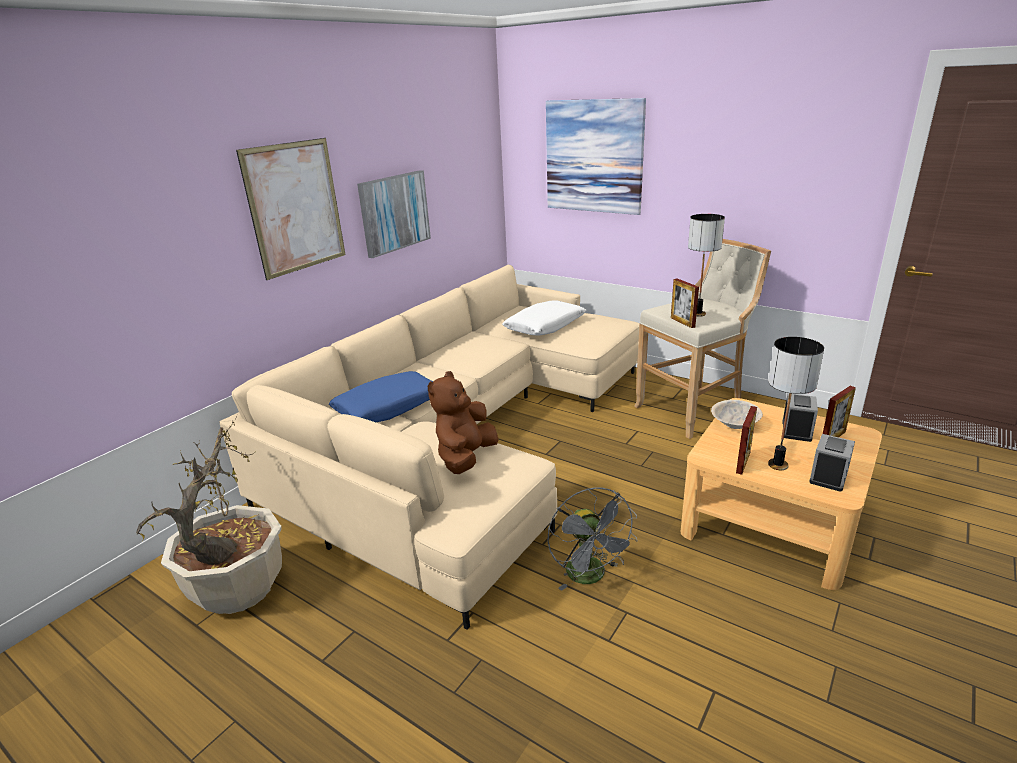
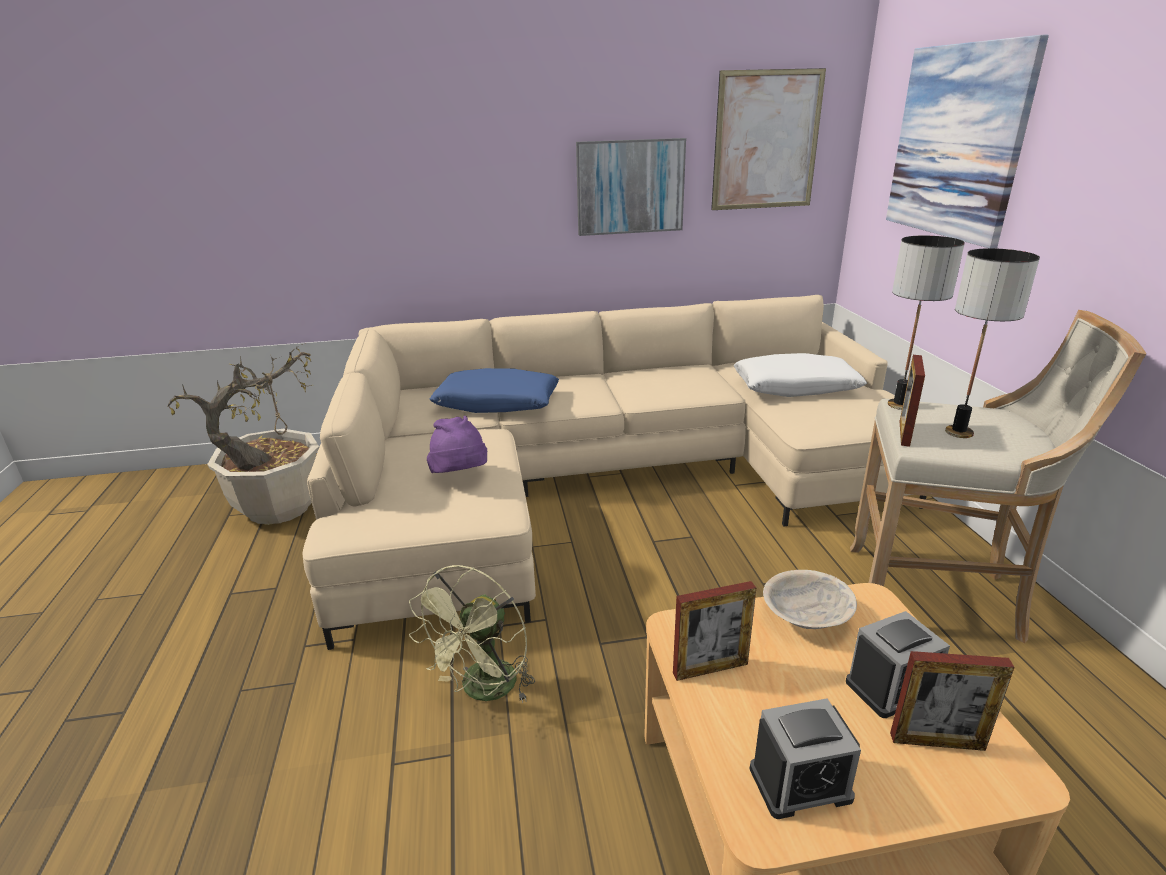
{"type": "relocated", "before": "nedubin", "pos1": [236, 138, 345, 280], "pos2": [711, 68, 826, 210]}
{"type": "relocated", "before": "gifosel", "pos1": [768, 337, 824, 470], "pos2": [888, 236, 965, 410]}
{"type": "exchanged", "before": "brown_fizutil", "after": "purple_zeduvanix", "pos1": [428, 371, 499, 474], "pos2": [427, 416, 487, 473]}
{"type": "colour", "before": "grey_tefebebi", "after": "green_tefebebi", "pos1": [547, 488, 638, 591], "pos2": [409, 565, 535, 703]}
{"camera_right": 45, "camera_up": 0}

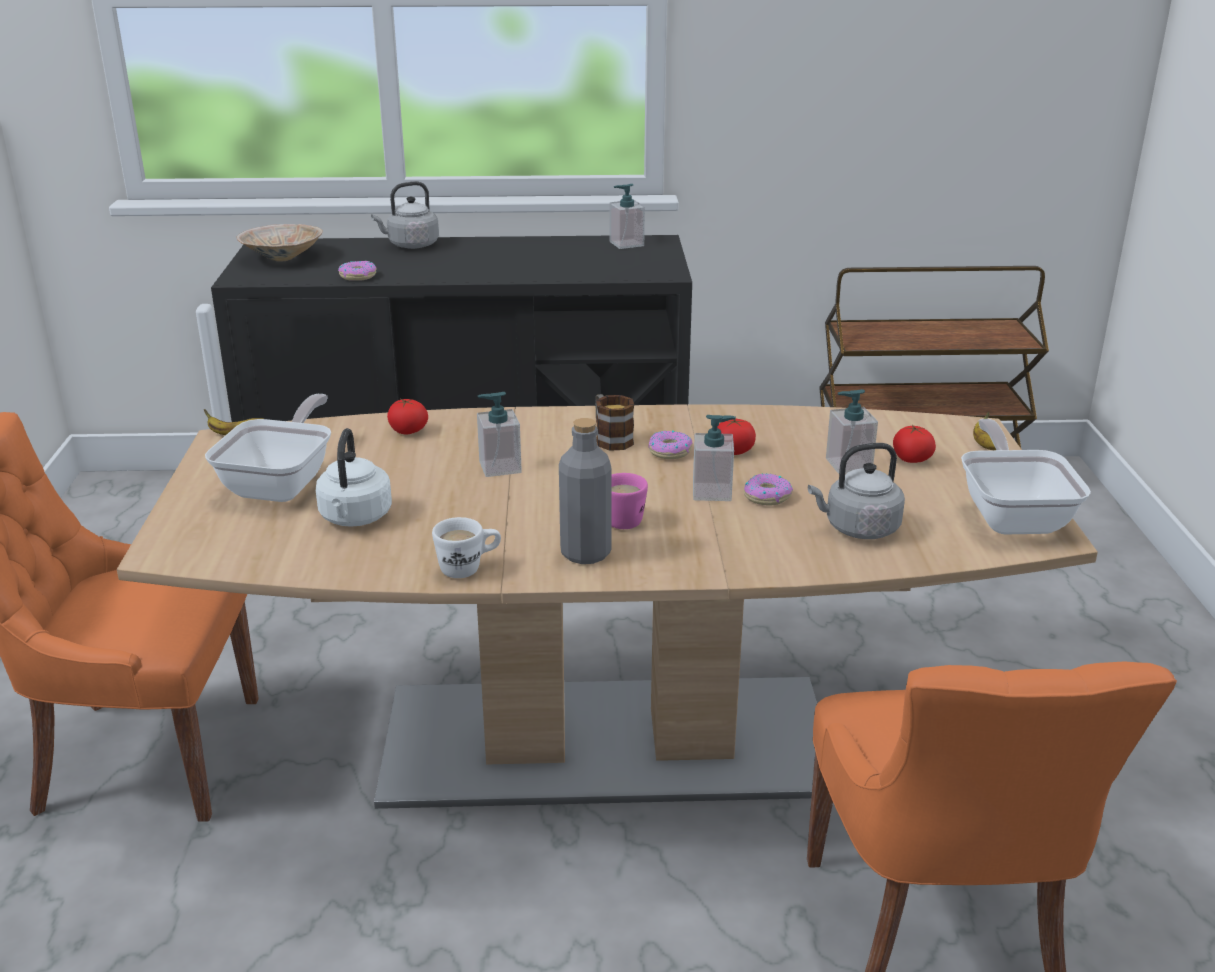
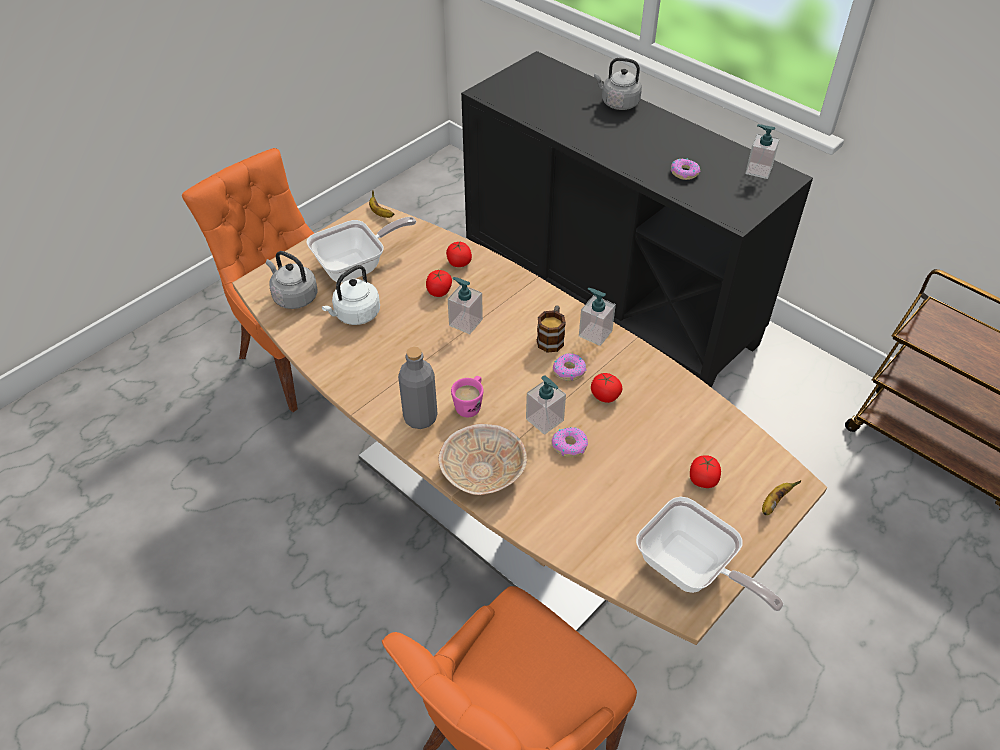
{"type": "relocated", "before": "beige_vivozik", "pos1": [237, 224, 323, 262], "pos2": [438, 424, 527, 495]}
{"type": "relocated", "before": "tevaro", "pos1": [338, 261, 377, 281], "pos2": [671, 159, 700, 180]}
{"type": "relocated", "before": "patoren", "pos1": [826, 389, 878, 474], "pos2": [579, 288, 616, 346]}
{"type": "spun", "before": "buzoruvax", "pos1": [961, 419, 1091, 534], "pos2": [636, 497, 783, 611], "turn": 90}
{"type": "relocated", "before": "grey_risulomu", "pos1": [808, 443, 905, 539], "pos2": [266, 251, 318, 309]}
{"type": "missing", "before": "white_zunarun", "pos1": [432, 517, 501, 578]}
{"type": "appeared", "after": "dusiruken", "pos2": [426, 270, 452, 297]}
{"camera_right": 45, "camera_up": 20}

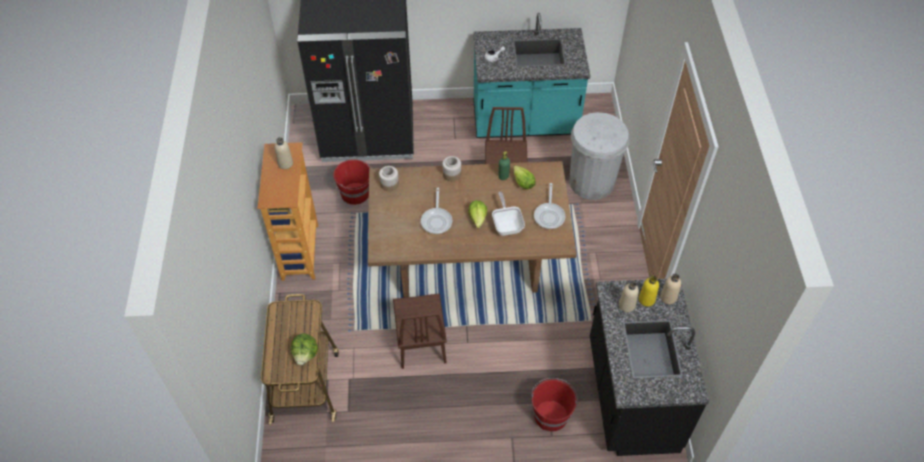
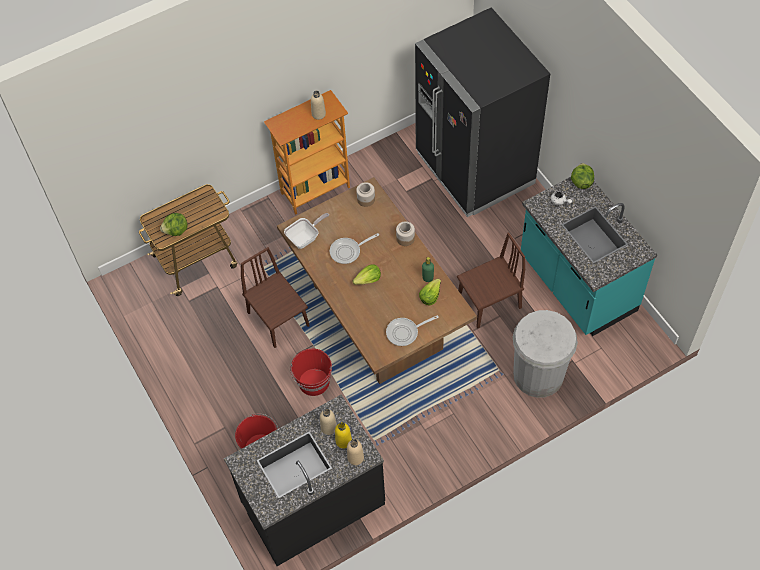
{"type": "relocated", "before": "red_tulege", "pos1": [334, 159, 372, 205], "pos2": [290, 349, 332, 396]}
{"type": "relocated", "before": "buzoruvax", "pos1": [492, 192, 525, 236], "pos2": [284, 213, 329, 249]}
{"type": "spun", "before": "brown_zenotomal", "pos1": [393, 293, 447, 369], "pos2": [241, 247, 310, 348], "turn": 90}
{"type": "appeared", "after": "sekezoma", "pos2": [571, 163, 594, 189]}
{"camera_right": 65, "camera_up": 5}

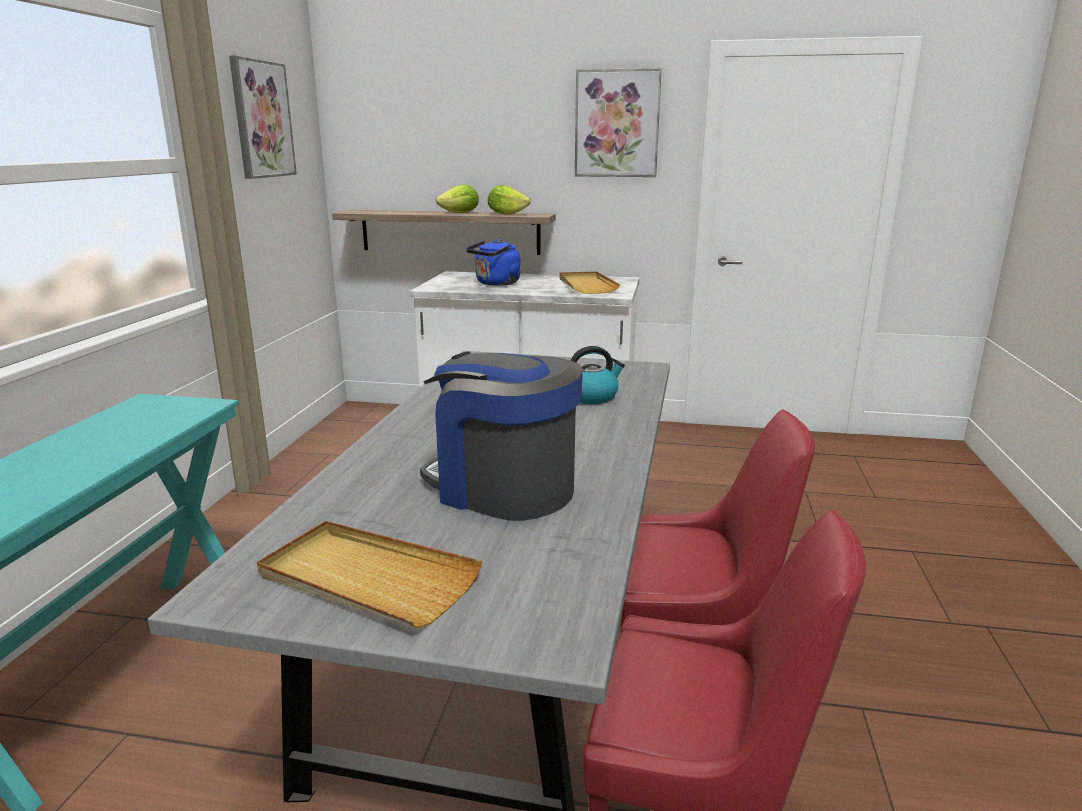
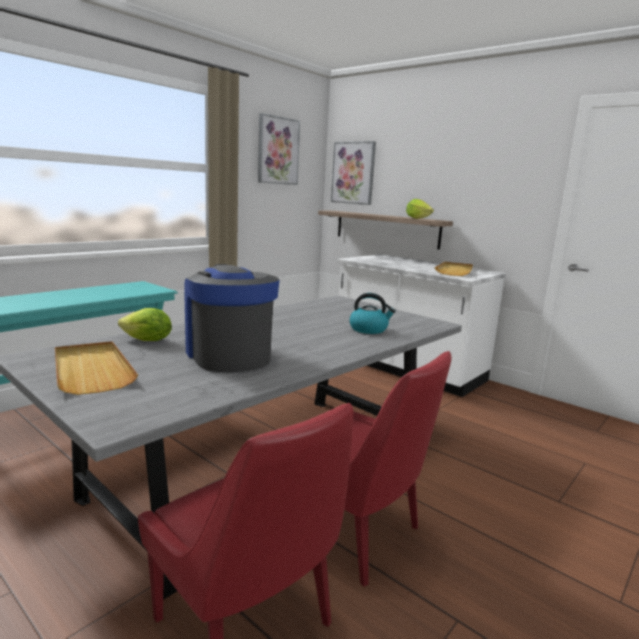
{"type": "relocated", "before": "nedubin", "pos1": [575, 68, 662, 177], "pos2": [331, 141, 376, 205]}
{"type": "relocated", "before": "sekezoma", "pos1": [436, 185, 479, 213], "pos2": [118, 308, 172, 341]}
{"type": "missing", "before": "blue_risulomu", "pos1": [466, 239, 521, 286]}
{"camera_right": 30, "camera_up": -5}

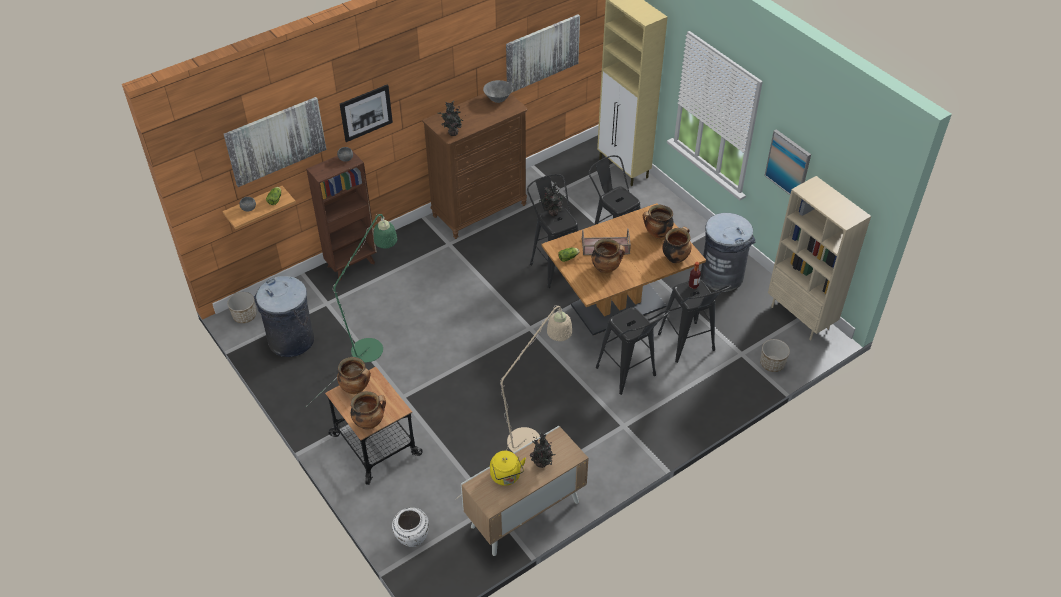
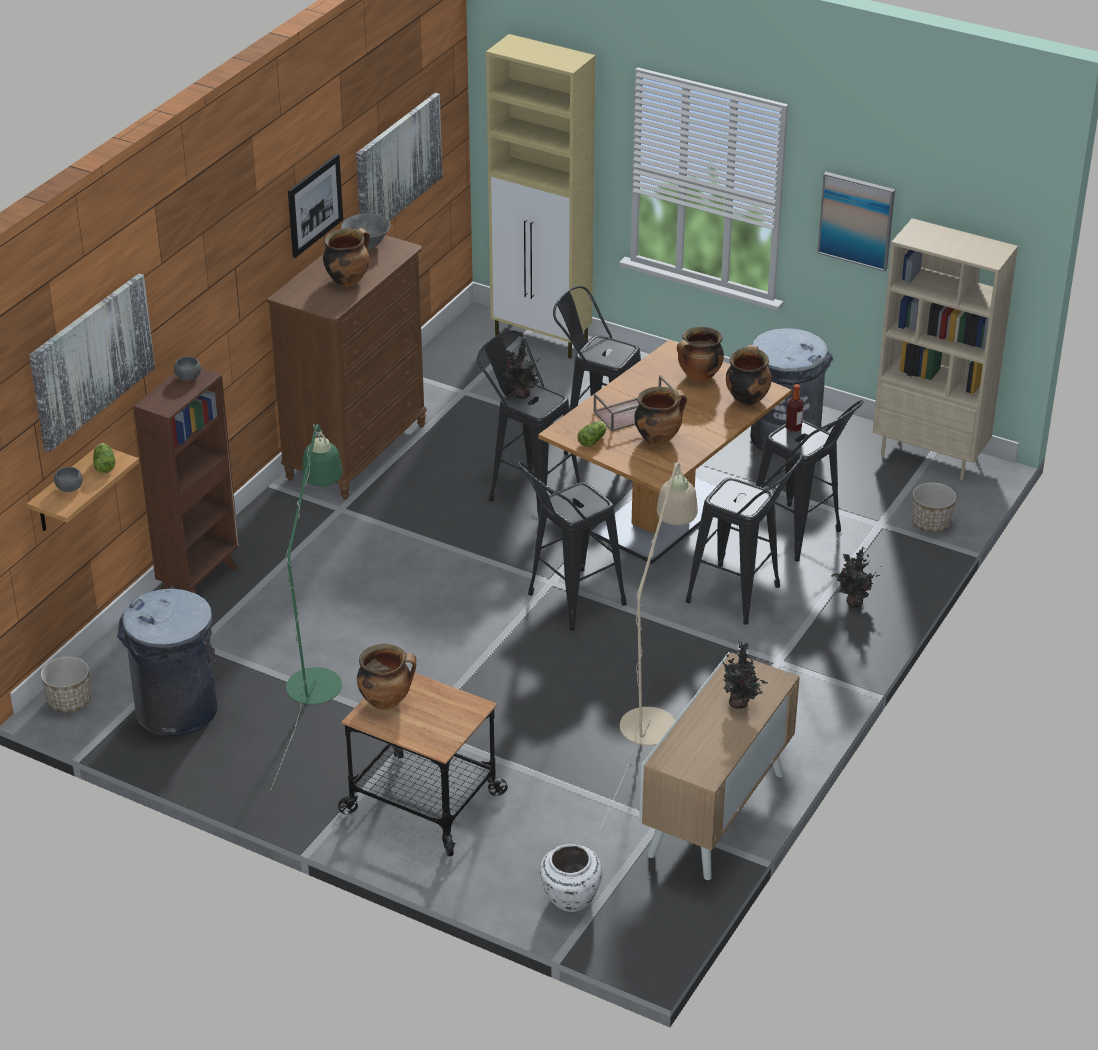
{"type": "relocated", "before": "nedubin", "pos1": [340, 84, 393, 142], "pos2": [288, 154, 343, 258]}
{"type": "relocated", "before": "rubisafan", "pos1": [438, 100, 466, 136], "pos2": [831, 547, 880, 607]}
{"type": "relocated", "before": "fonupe", "pos1": [351, 391, 386, 430], "pos2": [323, 228, 370, 287]}
{"type": "missing", "before": "yellow_risulomu", "pos1": [490, 451, 526, 486]}
{"type": "appeared", "after": "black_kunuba", "pos2": [517, 461, 627, 630]}
{"camera_right": -25, "camera_up": -10}

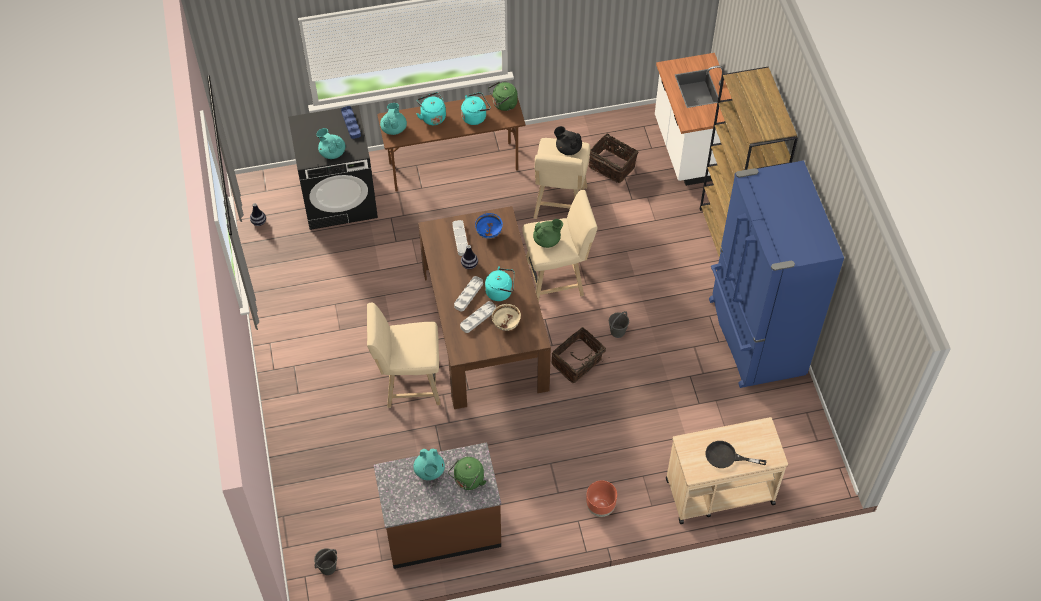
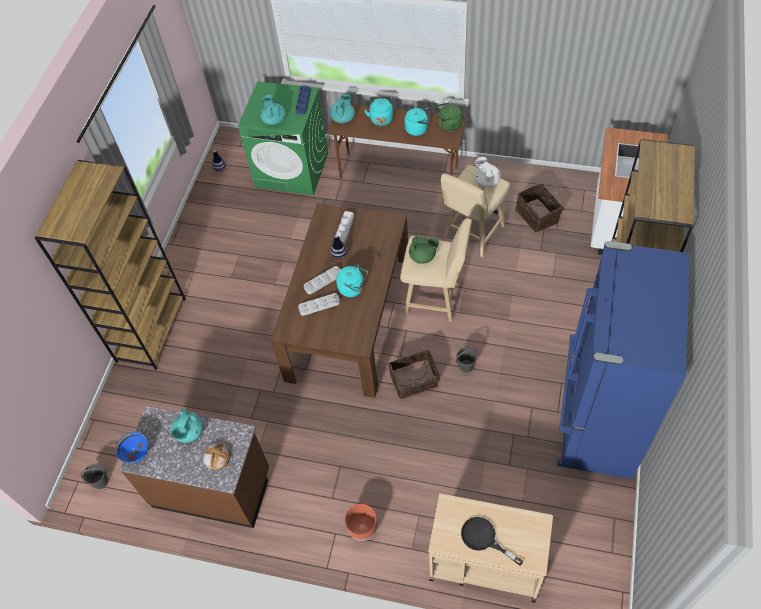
{"type": "colour", "before": "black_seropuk", "after": "green_seropuk", "pos1": [288, 105, 378, 230], "pos2": [238, 81, 328, 195]}
{"type": "colour", "before": "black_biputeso", "after": "white_biputeso", "pos1": [554, 126, 582, 155], "pos2": [475, 157, 501, 187]}
{"type": "relocated", "before": "blue_vivozik", "pos1": [475, 213, 503, 239], "pos2": [115, 432, 148, 463]}
{"type": "missing", "before": "beige_kunuba", "pos1": [367, 303, 441, 408]}
{"type": "missing", "before": "beige_vivozik", "pos1": [492, 304, 521, 331]}
{"type": "exchanged", "before": "green_risulomu", "after": "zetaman", "pos1": [448, 457, 486, 490], "pos2": [203, 443, 231, 470]}
{"type": "appeared", "after": "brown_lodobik", "pos2": [35, 160, 186, 370]}
{"camera_right": 30, "camera_up": 0}

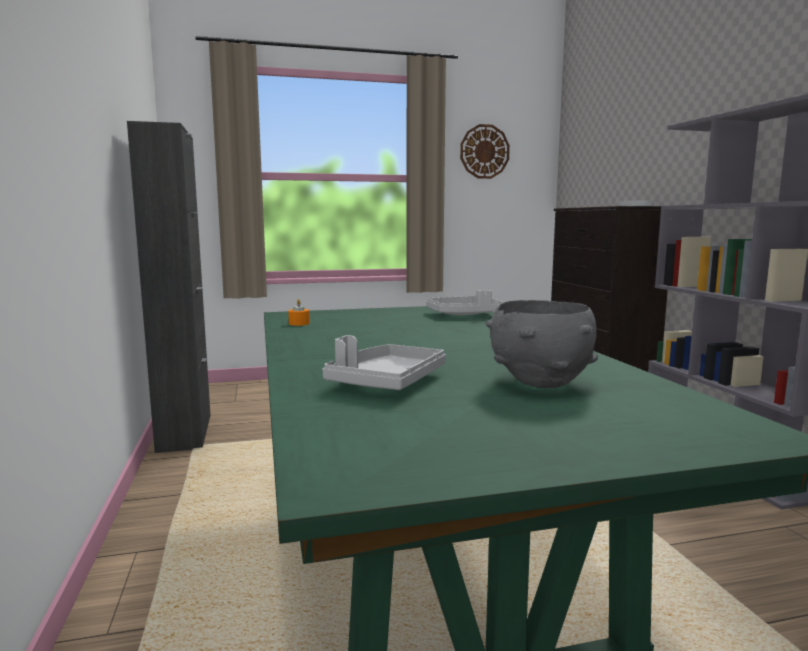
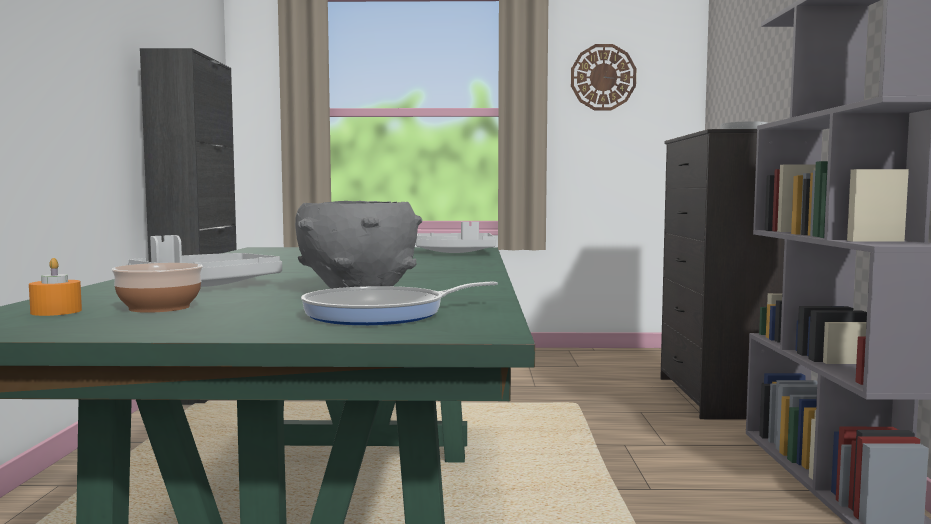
{"type": "relocated", "before": "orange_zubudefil", "pos1": [288, 299, 310, 326], "pos2": [29, 258, 82, 316]}
{"type": "appeared", "after": "vivozik", "pos2": [111, 263, 203, 313]}
{"type": "appeared", "after": "buzoruvax", "pos2": [301, 282, 498, 325]}
{"camera_right": 15, "camera_up": -5}

